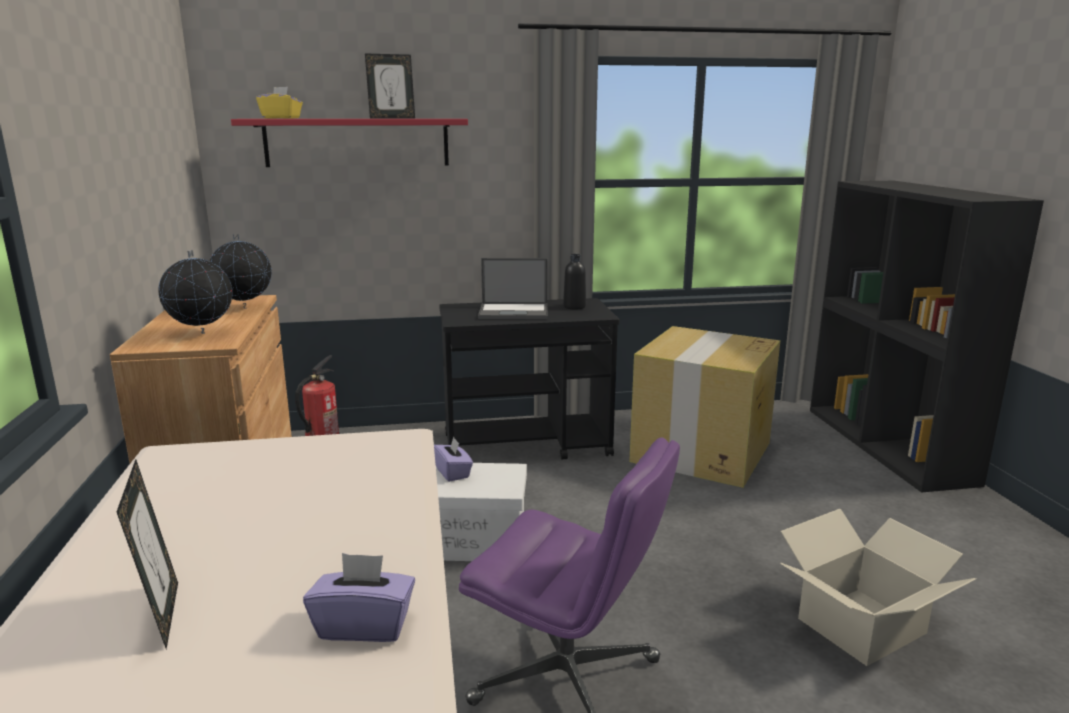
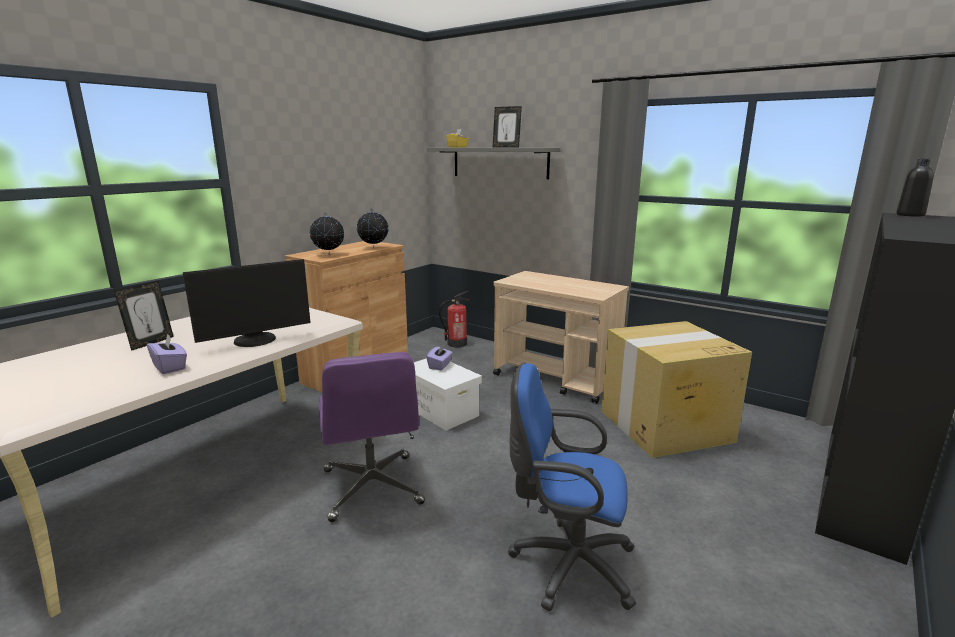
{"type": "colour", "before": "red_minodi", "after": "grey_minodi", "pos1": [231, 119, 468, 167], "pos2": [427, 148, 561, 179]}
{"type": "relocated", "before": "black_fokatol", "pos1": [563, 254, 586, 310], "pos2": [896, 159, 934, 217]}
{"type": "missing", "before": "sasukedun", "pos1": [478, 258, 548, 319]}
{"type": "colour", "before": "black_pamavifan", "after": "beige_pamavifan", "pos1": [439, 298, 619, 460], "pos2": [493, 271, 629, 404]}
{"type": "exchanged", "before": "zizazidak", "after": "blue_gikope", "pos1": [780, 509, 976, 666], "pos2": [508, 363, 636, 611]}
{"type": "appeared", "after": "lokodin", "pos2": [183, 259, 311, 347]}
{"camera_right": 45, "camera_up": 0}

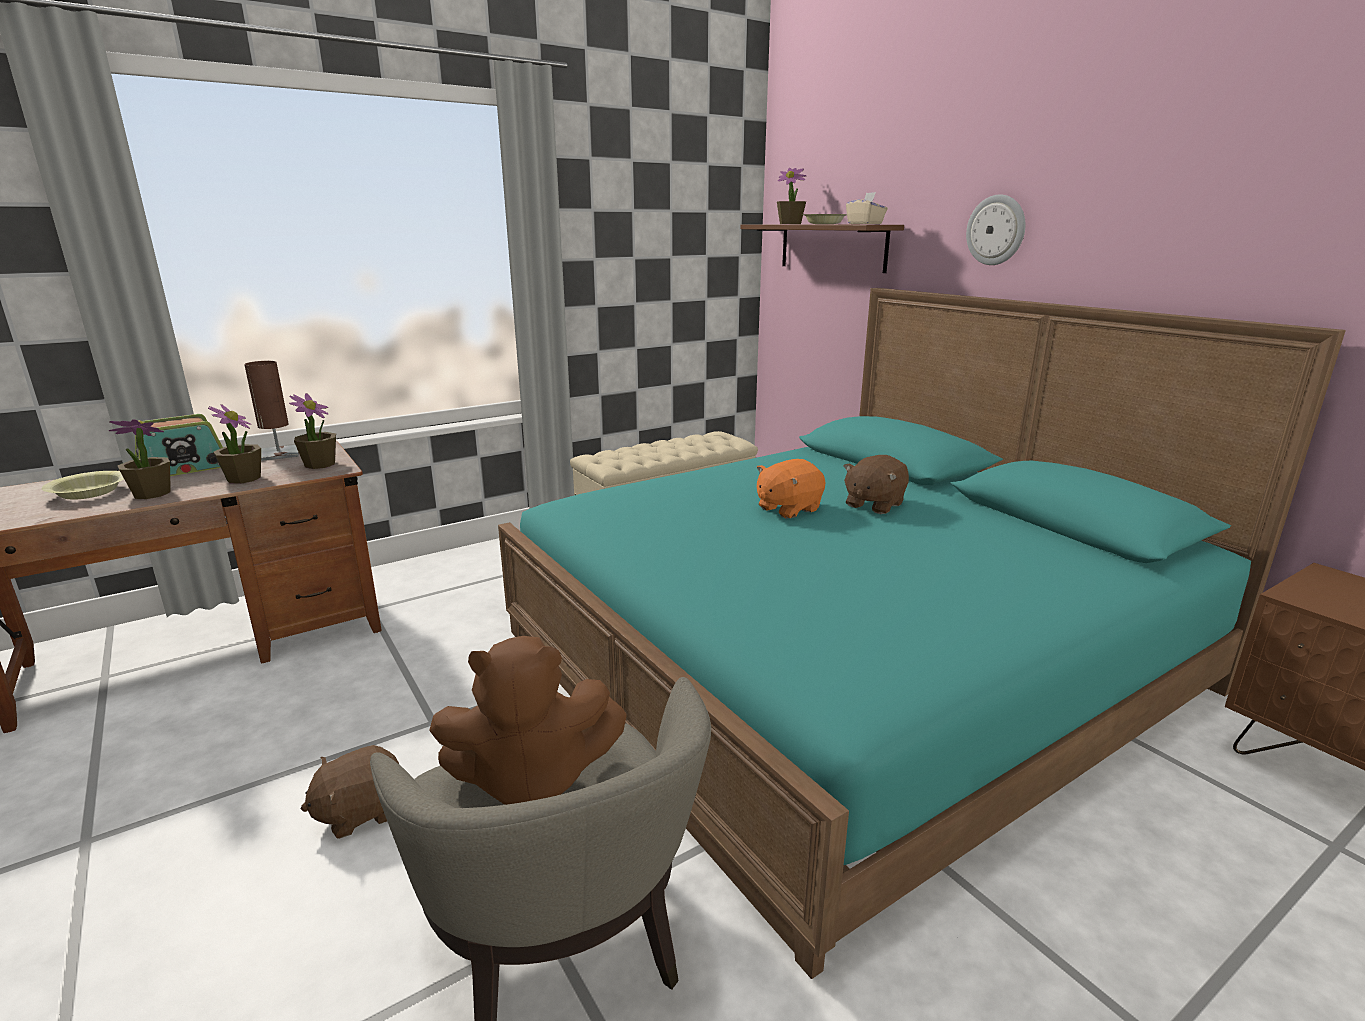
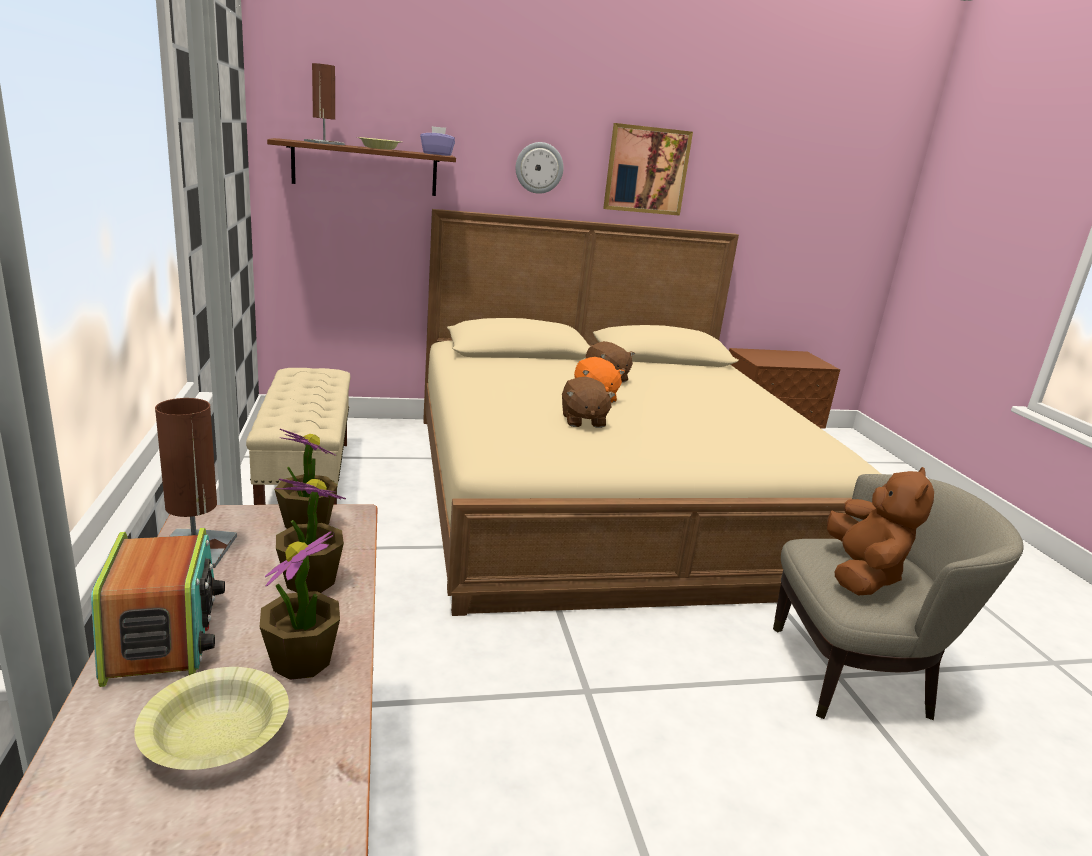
{"type": "exchanged", "before": "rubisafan", "after": "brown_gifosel", "pos1": [777, 168, 806, 224], "pos2": [304, 63, 345, 145]}
{"type": "colour", "before": "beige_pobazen", "after": "purple_pobazen", "pos1": [846, 192, 888, 224], "pos2": [420, 126, 455, 156]}
{"type": "colour", "before": "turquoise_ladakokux", "after": "beige_ladakokux", "pos1": [498, 288, 1346, 979], "pos2": [423, 209, 881, 616]}
{"type": "relocated", "before": "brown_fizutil", "pos1": [301, 745, 399, 839], "pos2": [562, 377, 615, 428]}
{"type": "appeared", "after": "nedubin", "pos2": [603, 123, 693, 216]}
{"camera_right": -70, "camera_up": 0}

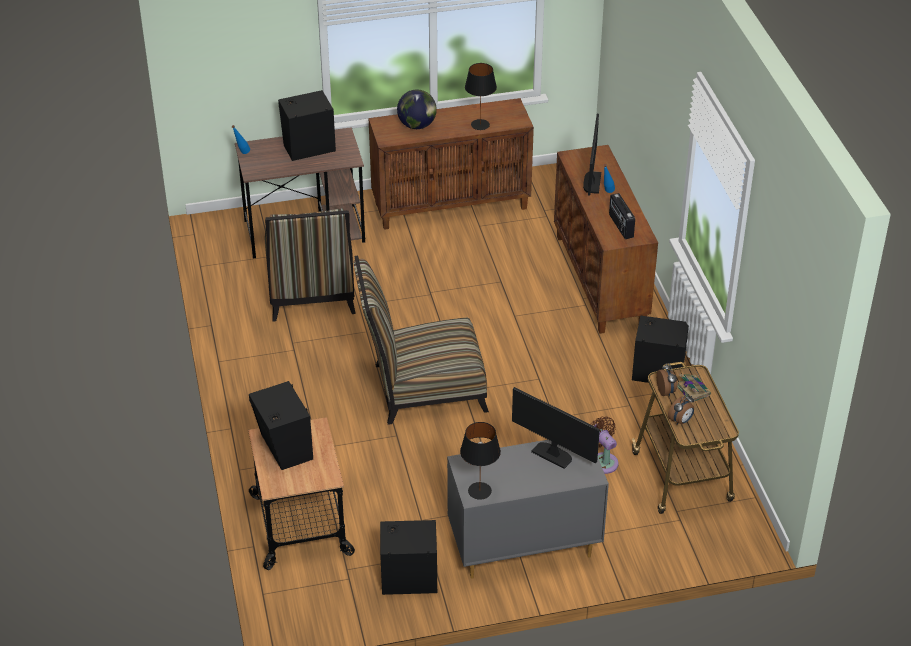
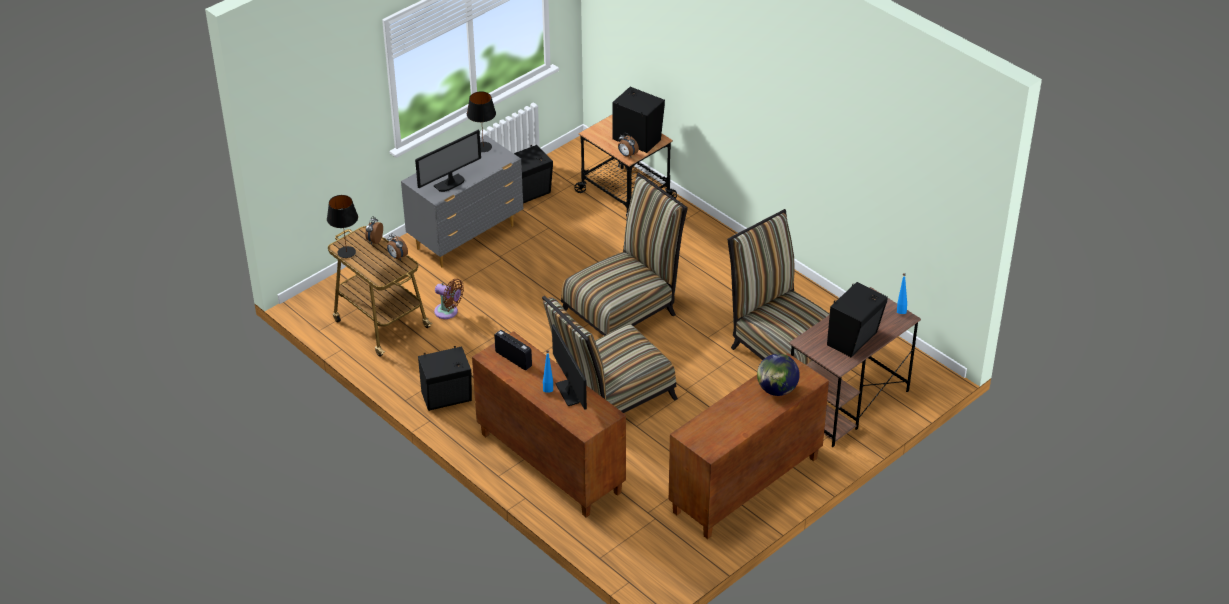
{"type": "relocated", "before": "black_gifosel", "pos1": [465, 63, 497, 130], "pos2": [327, 195, 358, 258]}
{"type": "missing", "before": "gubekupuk", "pos1": [677, 374, 711, 403]}
{"type": "spun", "before": "lokodin", "pos1": [512, 387, 600, 469], "pos2": [415, 130, 481, 192], "turn": -45}
{"type": "appeared", "after": "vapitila", "pos2": [618, 133, 639, 157]}
{"type": "appeared", "after": "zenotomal", "pos2": [542, 296, 678, 413]}
{"camera_right": 150, "camera_up": 0}

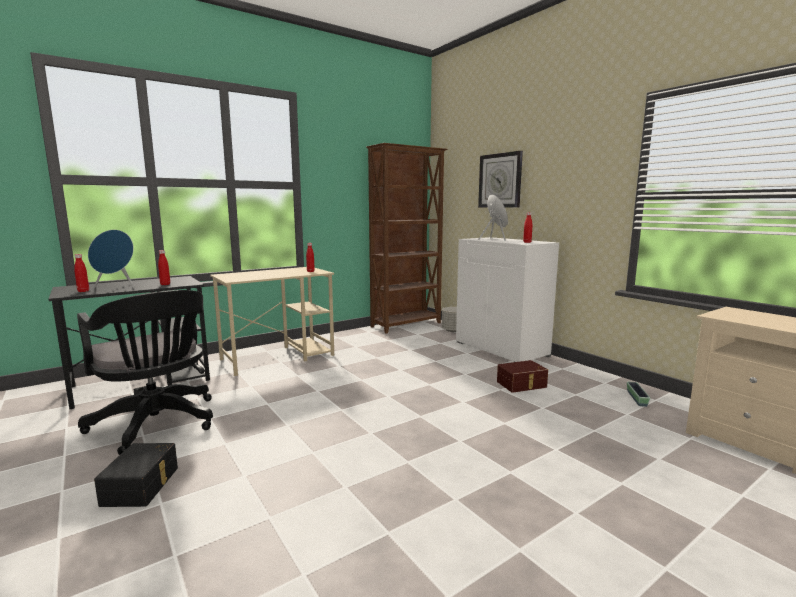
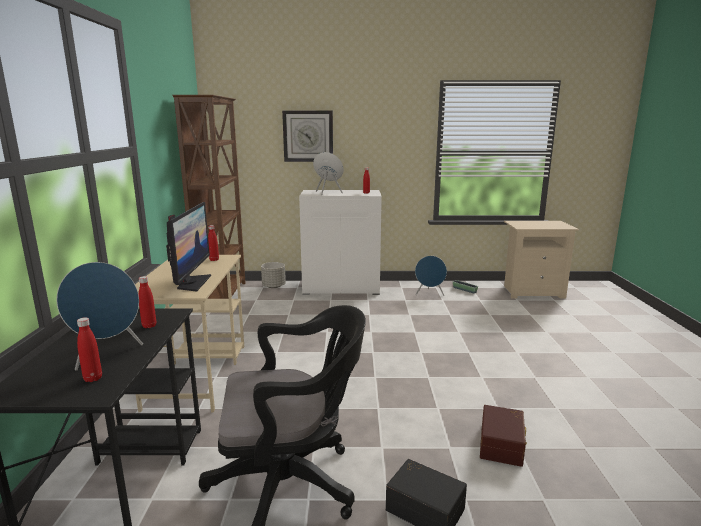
{"type": "relocated", "before": "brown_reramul", "pos1": [497, 360, 548, 393], "pos2": [480, 405, 527, 467]}
{"type": "appeared", "after": "lokodin", "pos2": [166, 202, 211, 292]}
{"type": "appeared", "after": "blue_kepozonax", "pos2": [415, 256, 447, 296]}
{"camera_right": -55, "camera_up": 5}

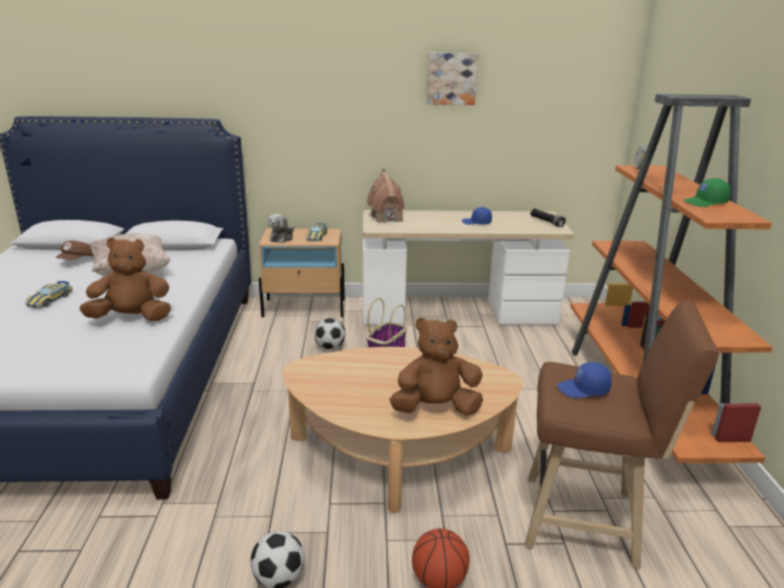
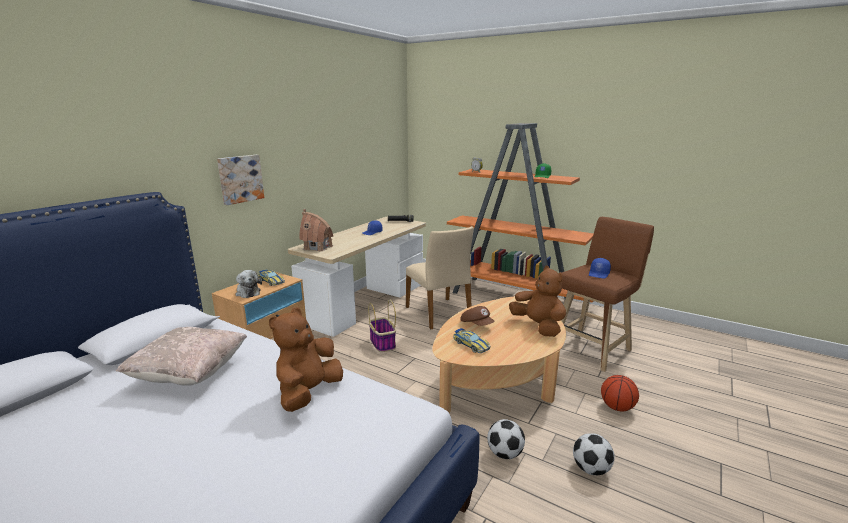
{"type": "relocated", "before": "nedubin", "pos1": [427, 52, 478, 105], "pos2": [217, 155, 264, 205]}
{"type": "relocated", "before": "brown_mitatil", "pos1": [55, 240, 94, 260], "pos2": [461, 306, 495, 326]}
{"type": "relocated", "before": "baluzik", "pos1": [25, 281, 73, 308], "pos2": [453, 328, 491, 353]}
{"type": "spun", "before": "brown_fizutil", "pos1": [389, 317, 483, 416], "pos2": [509, 266, 566, 337], "turn": 120}
{"type": "relocated", "before": "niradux", "pos1": [314, 318, 346, 349], "pos2": [487, 419, 525, 459]}
{"type": "appeared", "after": "beige_zenotomal", "pos2": [406, 226, 474, 329]}
{"camera_right": -55, "camera_up": -5}

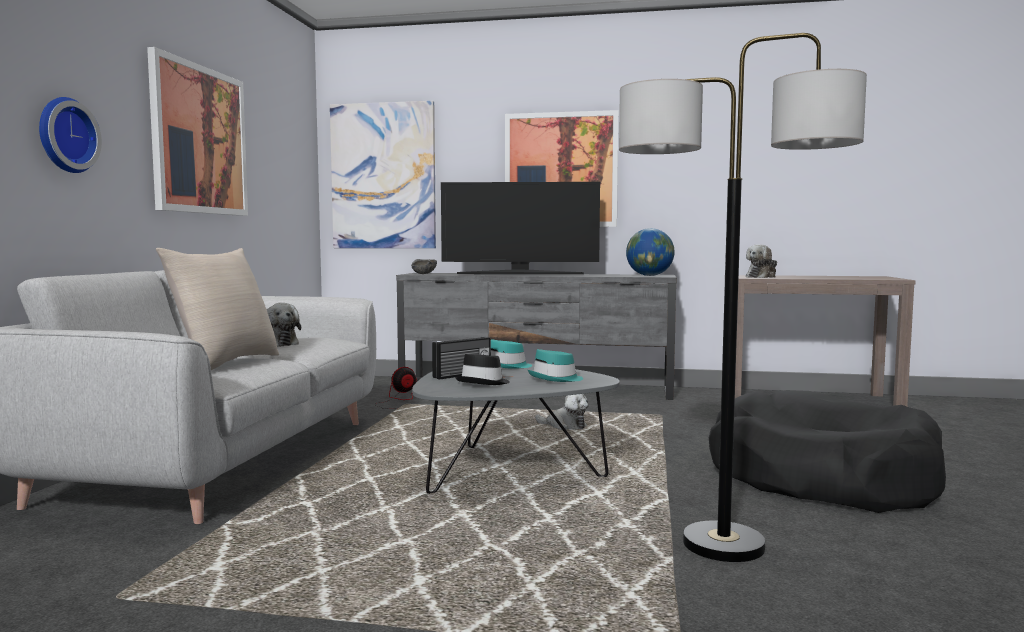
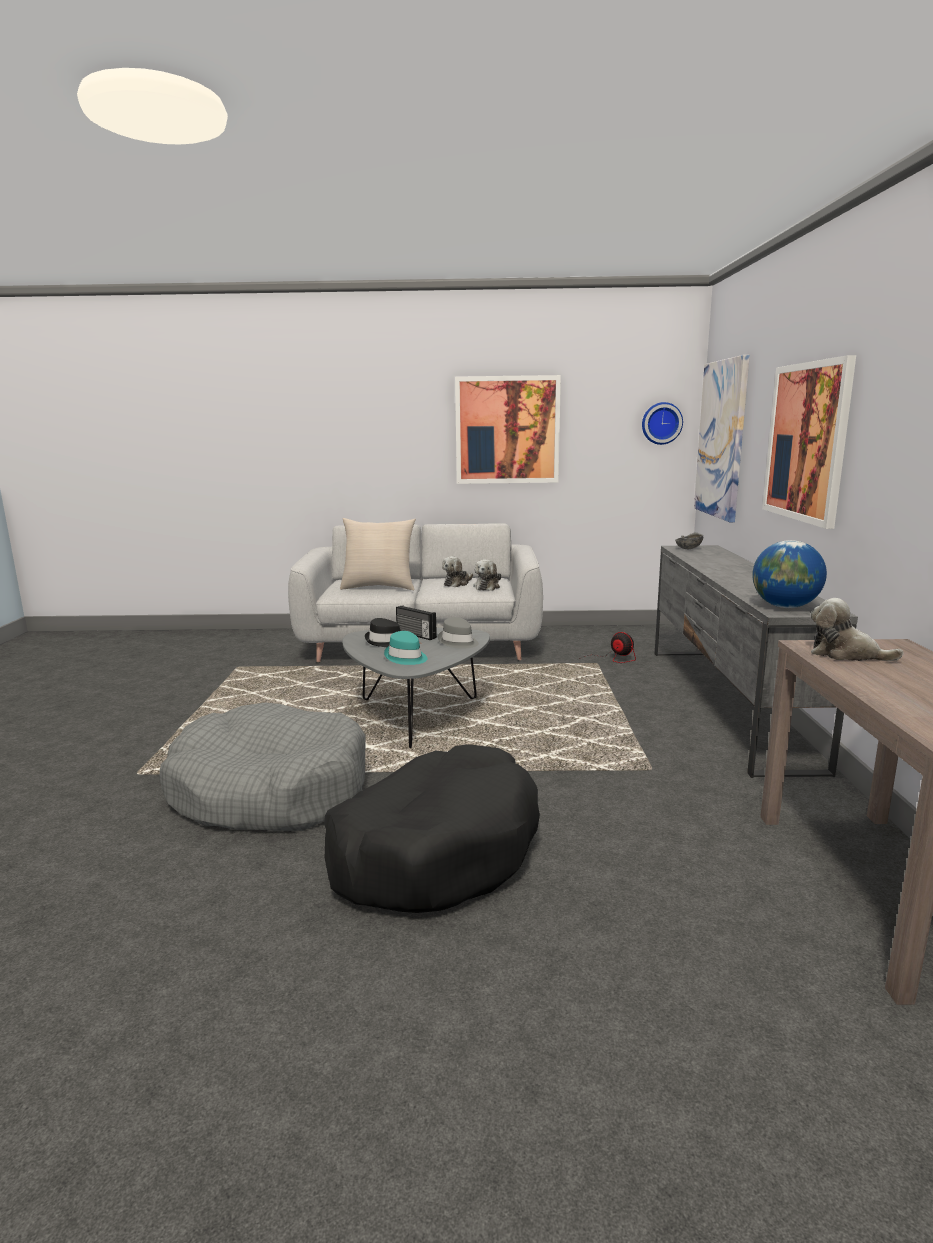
{"type": "exchanged", "before": "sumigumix", "after": "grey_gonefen", "pos1": [619, 33, 867, 562], "pos2": [159, 703, 365, 831]}
{"type": "relocated", "before": "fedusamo", "pos1": [39, 97, 102, 173], "pos2": [642, 402, 683, 445]}
{"type": "missing", "before": "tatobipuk", "pos1": [441, 182, 600, 274]}
{"type": "colour", "before": "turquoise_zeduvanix", "after": "grey_zeduvanix", "pos1": [491, 339, 532, 369], "pos2": [438, 617, 479, 648]}
{"type": "relocated", "before": "fizutil", "pos1": [535, 394, 589, 430], "pos2": [473, 559, 501, 591]}
{"camera_right": 80, "camera_up": 10}

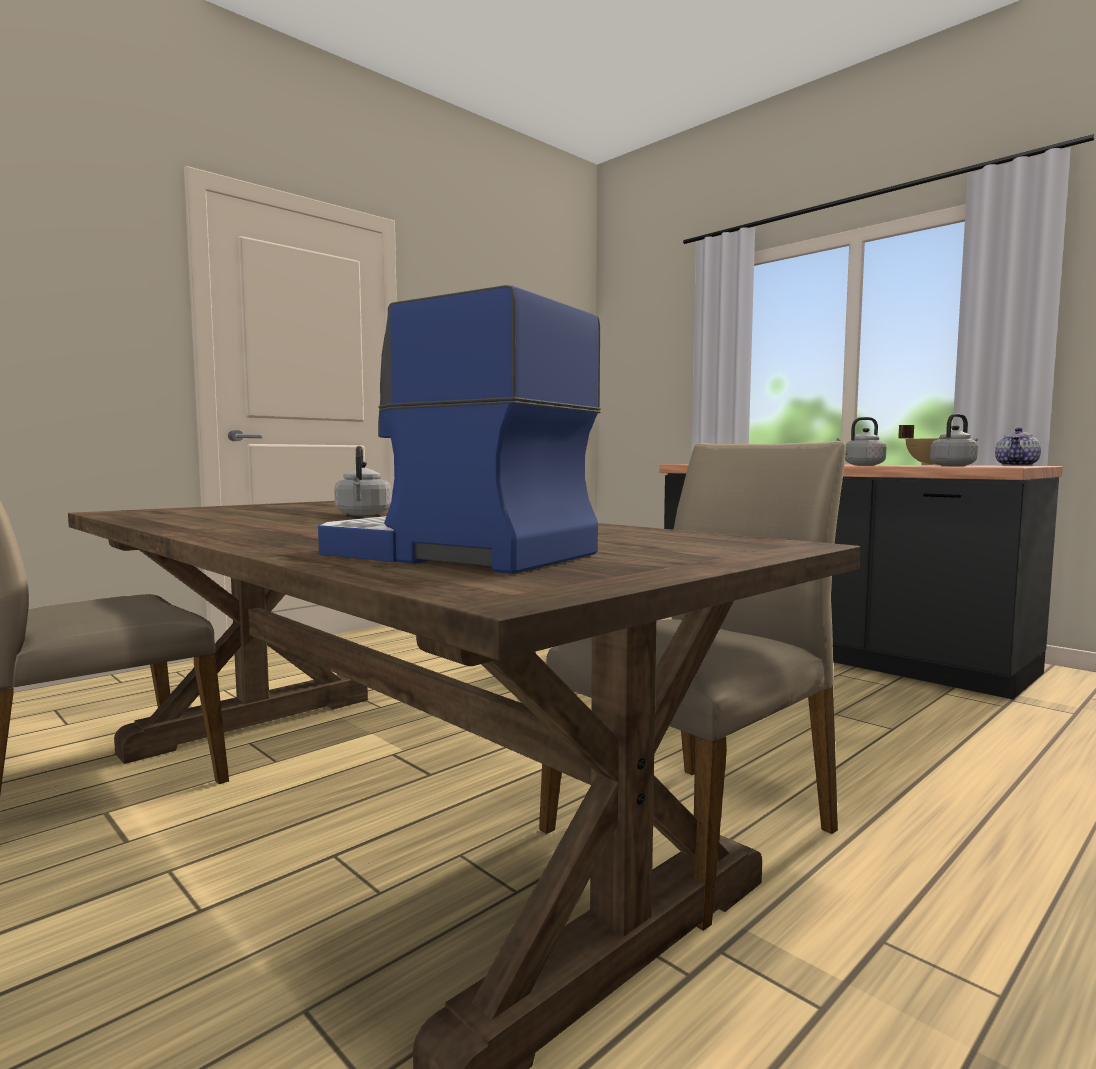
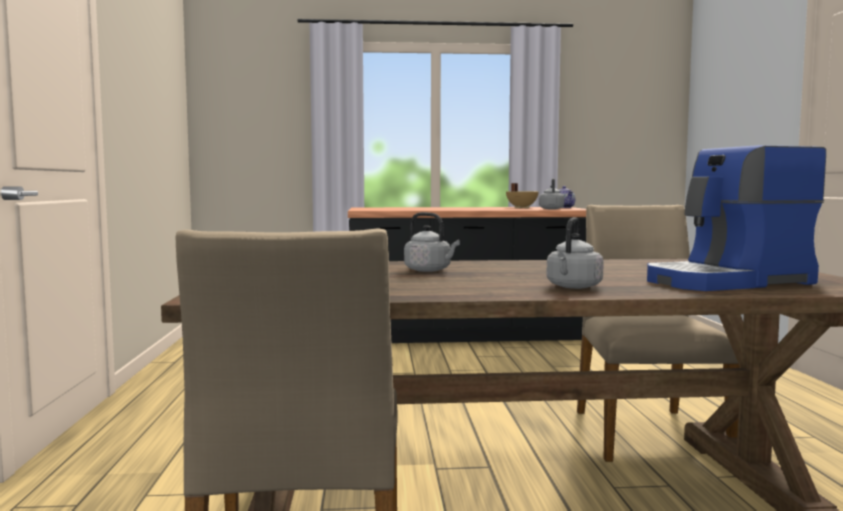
{"type": "relocated", "before": "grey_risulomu", "pos1": [836, 417, 886, 466], "pos2": [546, 217, 604, 289]}
{"camera_right": -50, "camera_up": 0}

